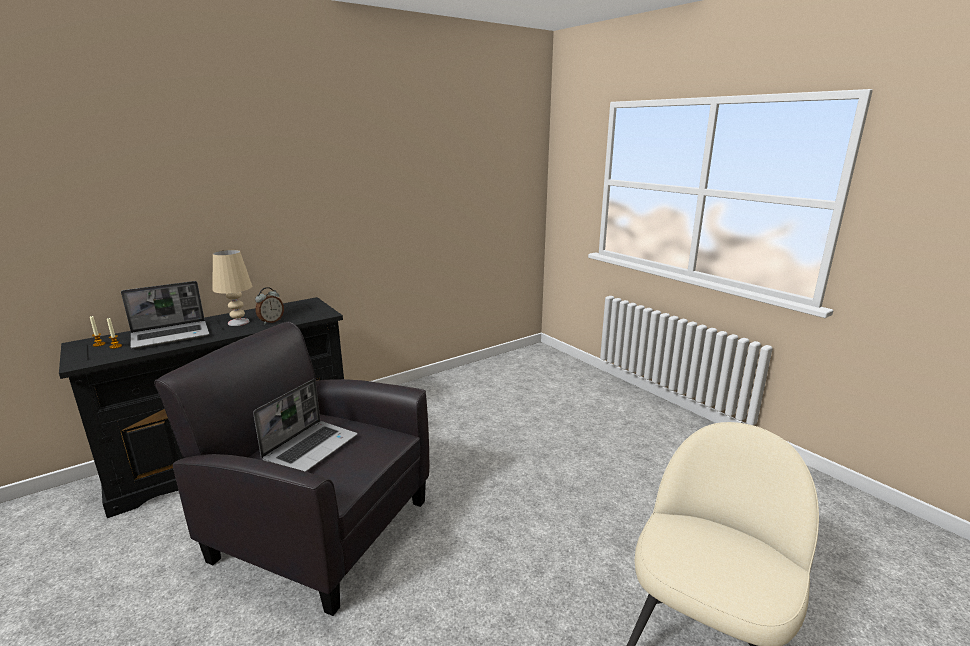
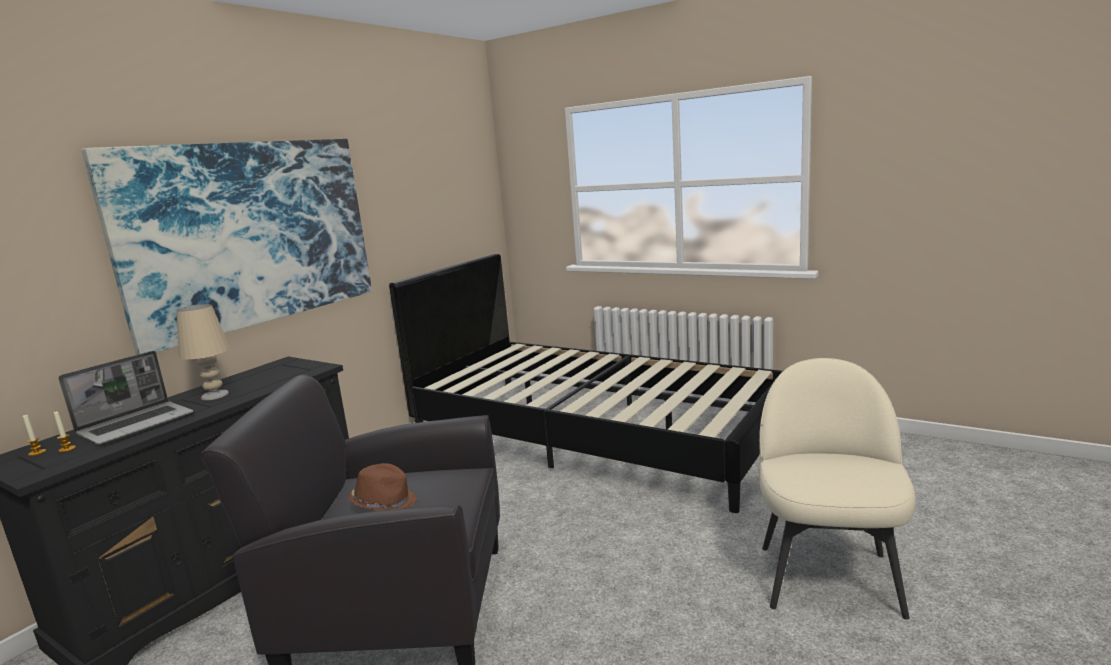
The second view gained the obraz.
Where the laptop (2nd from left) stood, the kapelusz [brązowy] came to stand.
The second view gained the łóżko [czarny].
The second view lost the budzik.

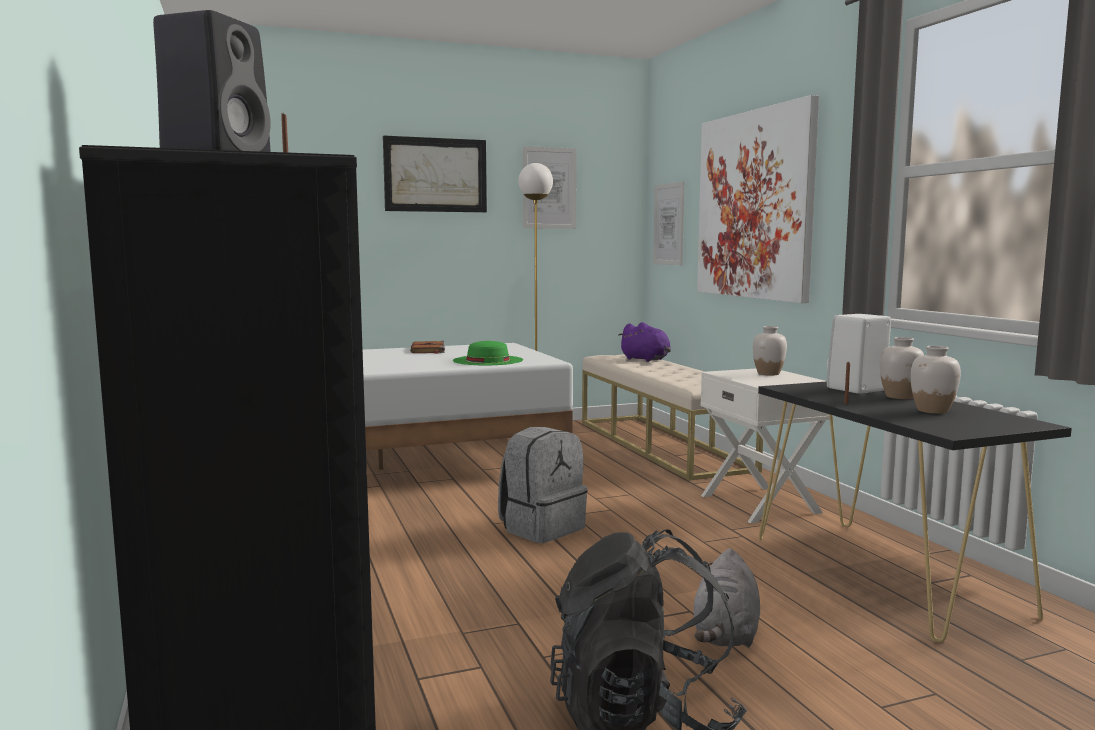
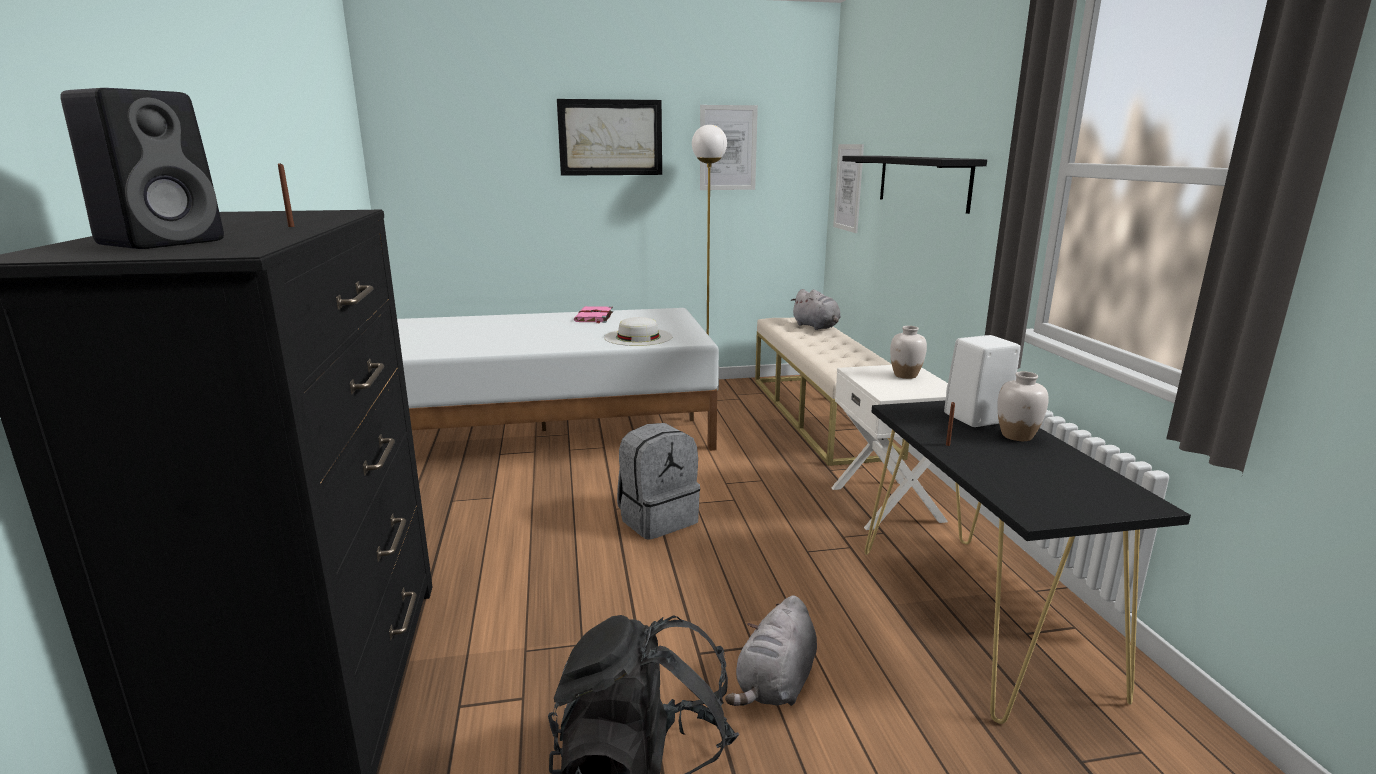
What was the książka [brązowy] turned into the książka [różowy].
What was the kapelusz [zielony] turned into the kapelusz [biały].
What was the pluszak [fioletowy] turned into the pluszak [szary] (2nd from left).
Where the obraz (4th from left) hung, the półka [czarny] came to hang.
The second view lost the wazon [biały] (3rd from left).

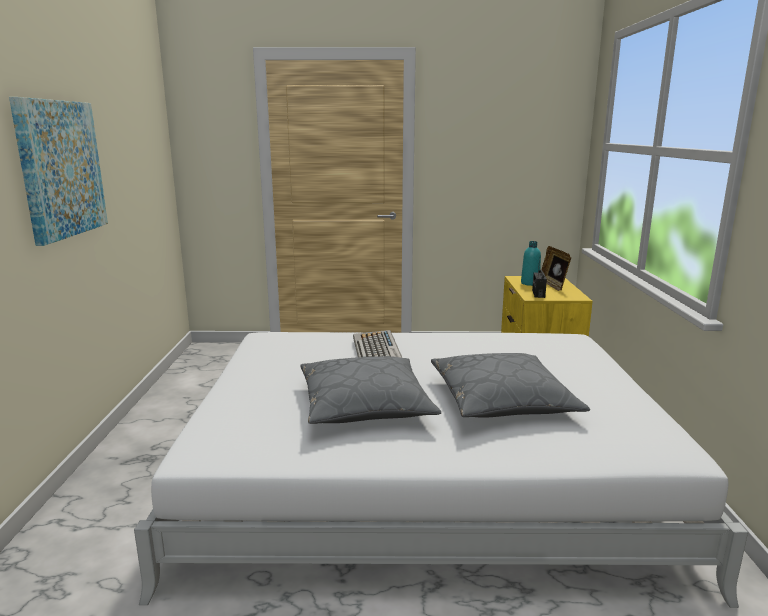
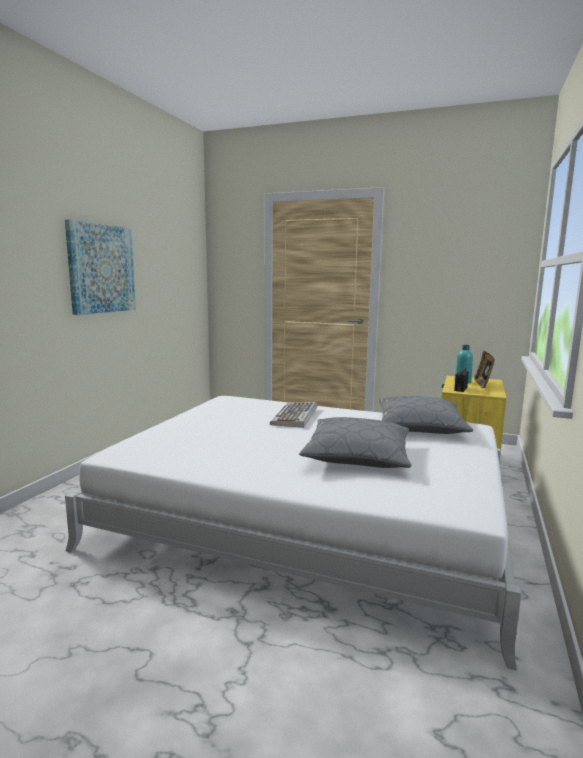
The poduszka [szary] (1st from left in the first image) ended up elsewhere.

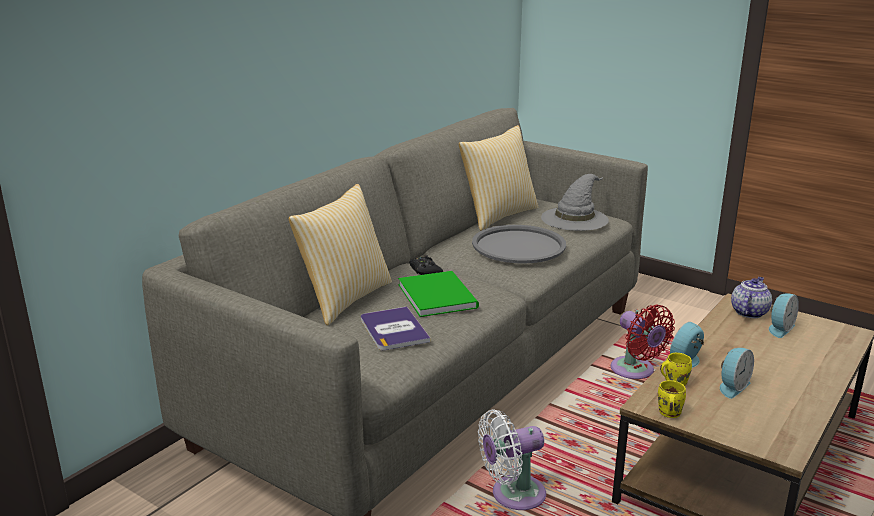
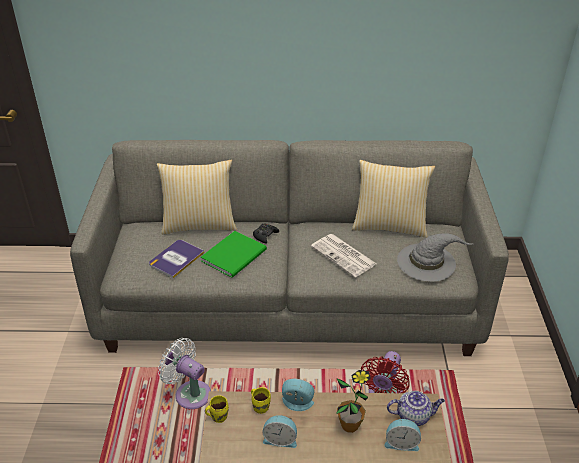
Where the taca [szary] stood, the gazeta came to stand.
The second view gained the roślina doniczkowa.

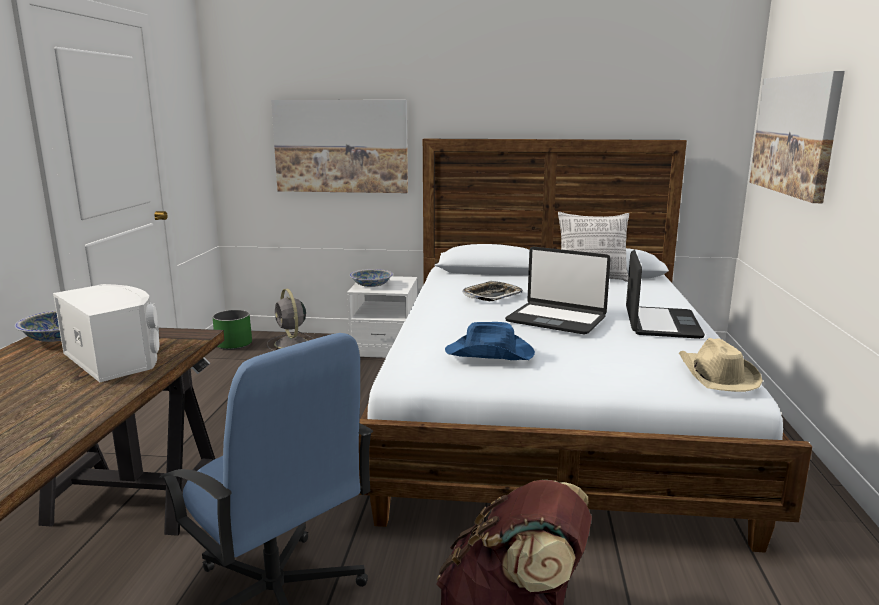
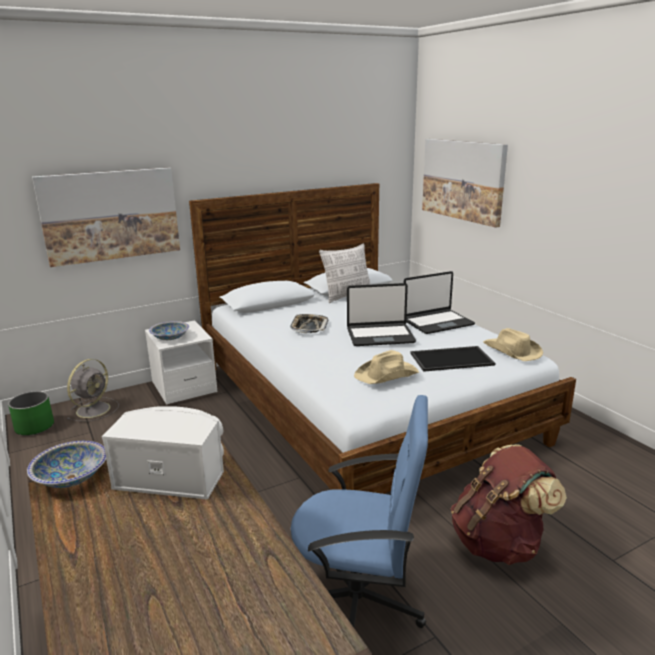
The wentylator [szary] ended up facing another way, 90 degrees counterclockwise from before.
What was the kapelusz [niebieski] turned into the kapelusz [beżowy] (1st from left).
The laptop (2nd from left) ended up facing another way, 90 degrees clockwise from before.
The second view gained the taca (2nd from left).

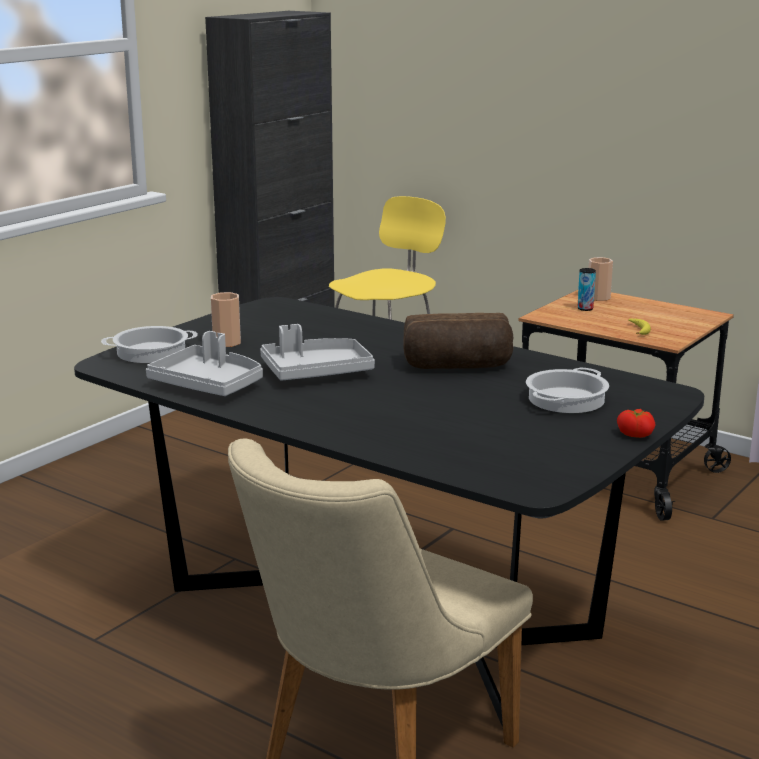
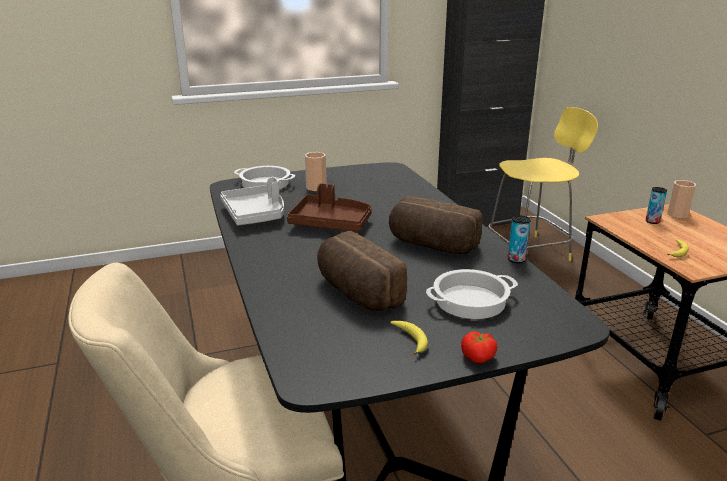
What was the taca [szary] (2nd from left) turned into the taca [brązowy].
The second view gained the chleb (1st from left).
The second view gained the banan (1st from left).
The second view gained the puszka (1st from left).

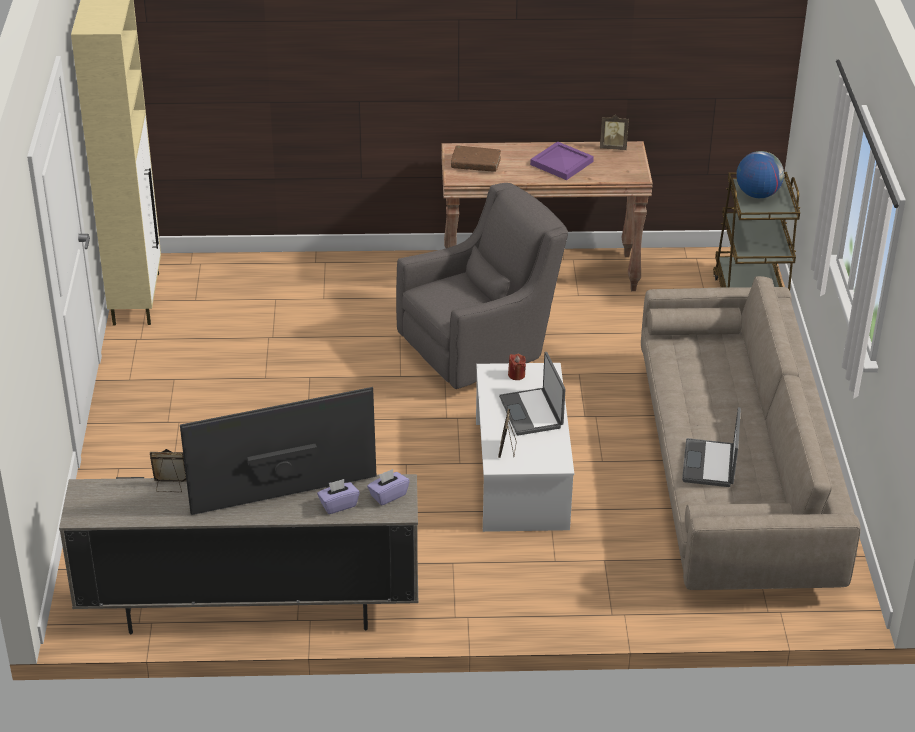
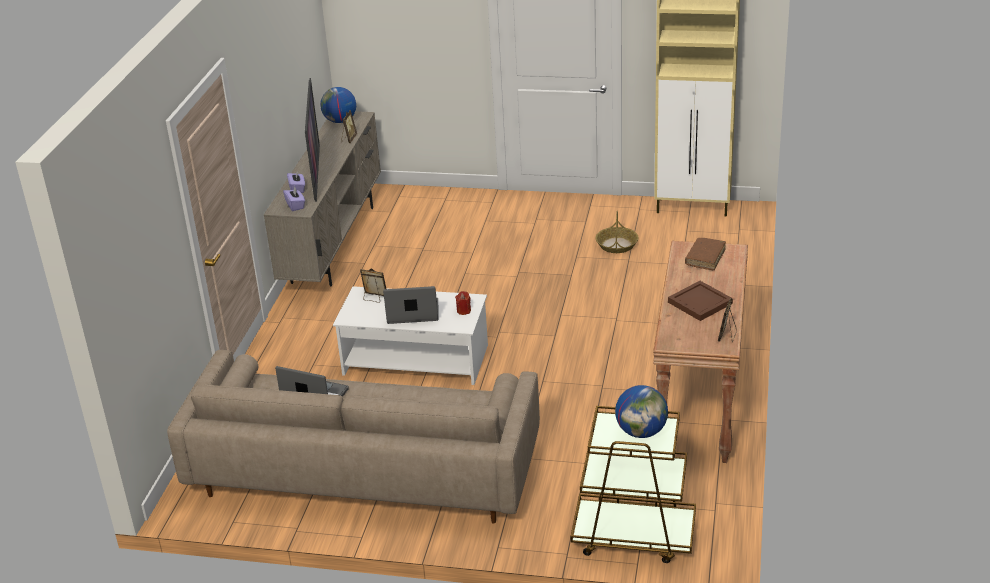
The second view gained the globus (1st from left).
The second view gained the koszyk.
What was the taca [fioletowy] turned into the taca [brązowy].
The second view lost the fotel [szary].

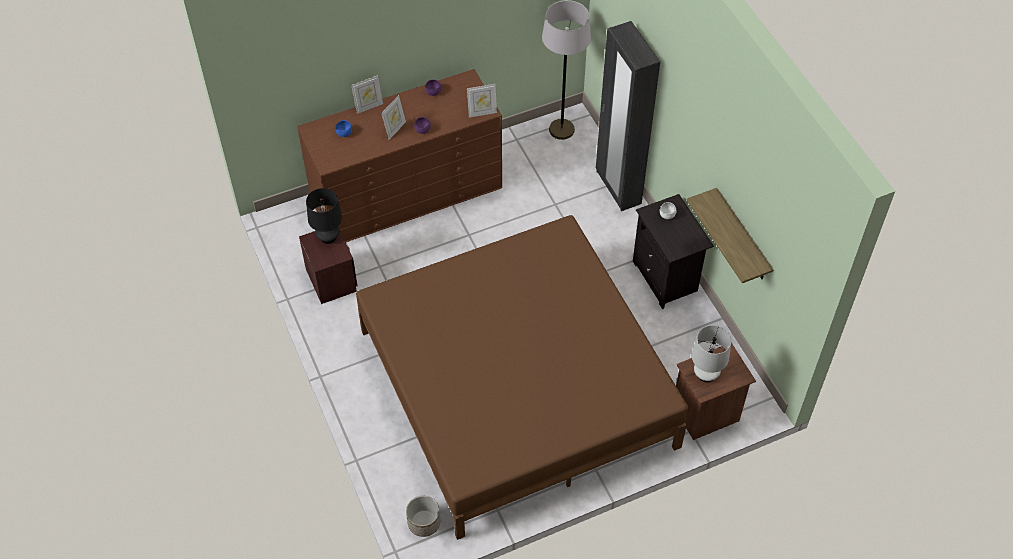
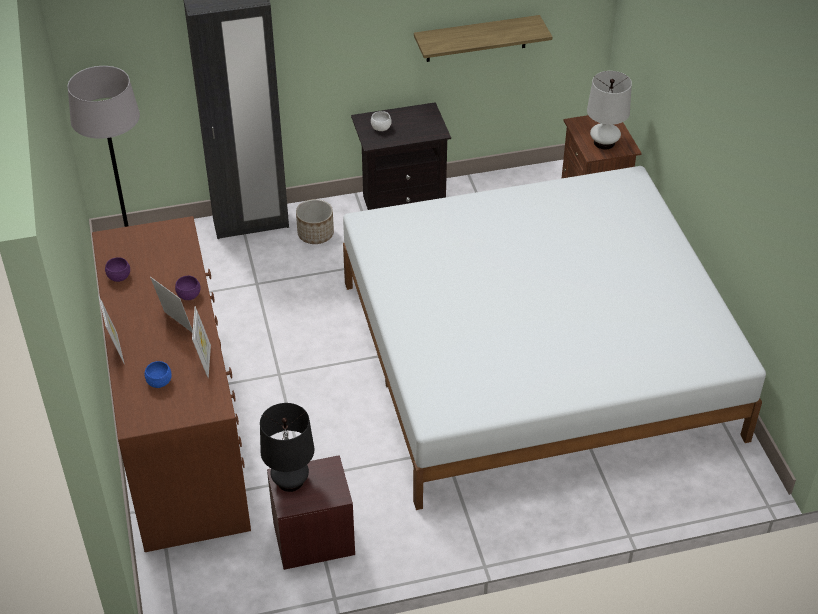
The ramka na zdjęcie (3rd from left) ended up elsewhere.
The donica ended up elsewhere.
What was the łóżko [brązowy] turned into the łóżko [biały].

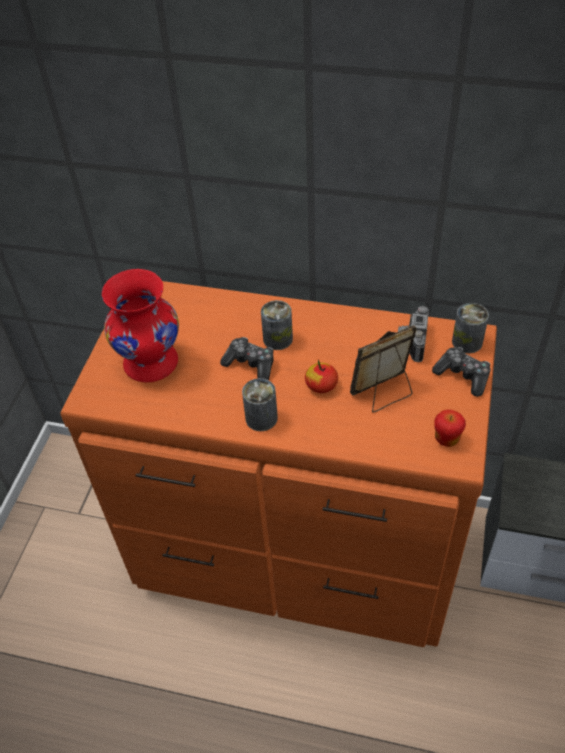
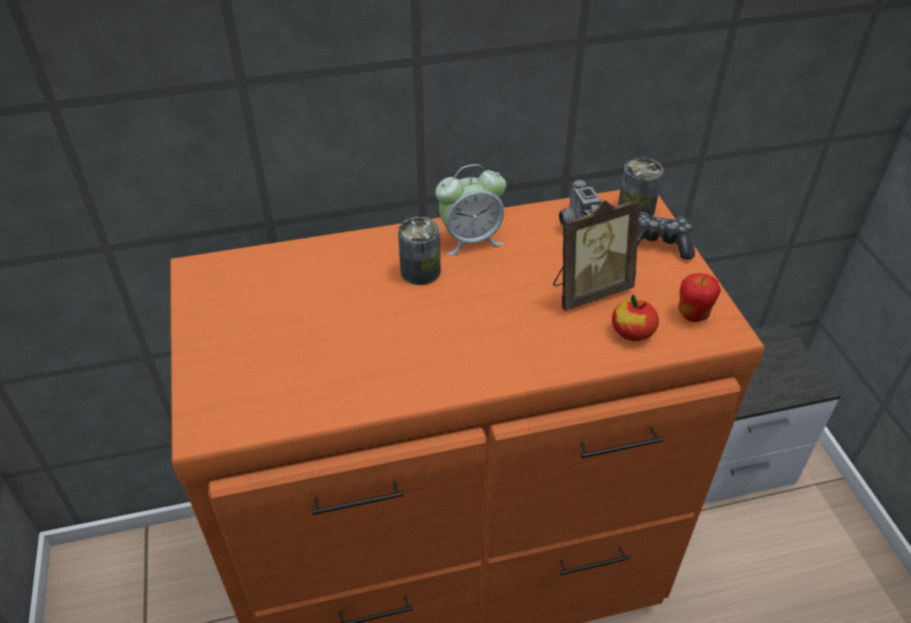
The second view gained the budzik.
The ramka na zdjęcie ended up facing another way, 150 degrees counterclockwise from before.
The jabłko (1st from left) ended up elsewhere.
The second view lost the wazon [czerwony].
The second view lost the pad do gier (1st from left).
The second view lost the puszka (1st from left).

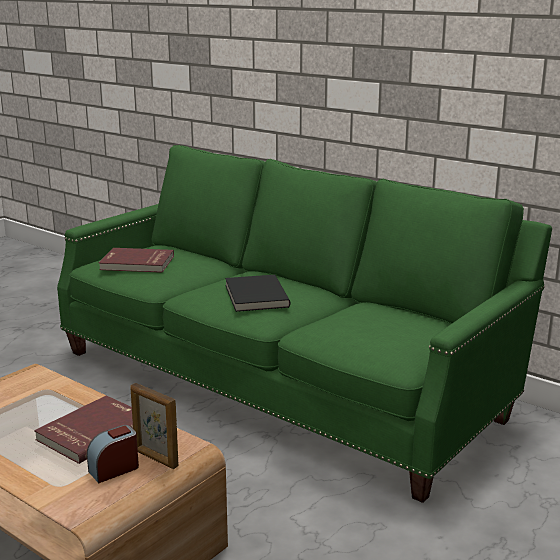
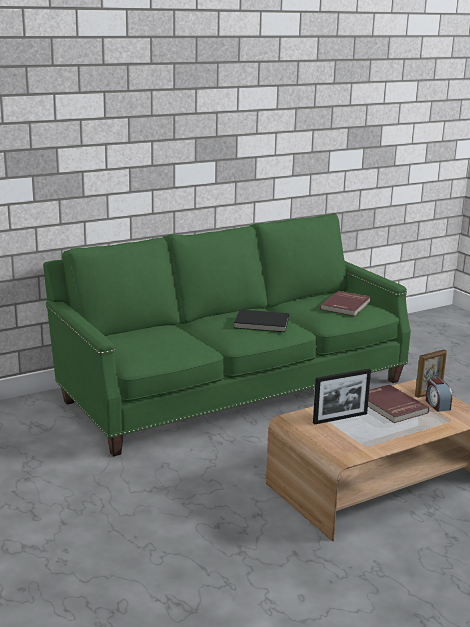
The second view gained the ramka na zdjęcie (1st from left).
The książka [czerwony] (2nd from left in the first image) ended up elsewhere.

